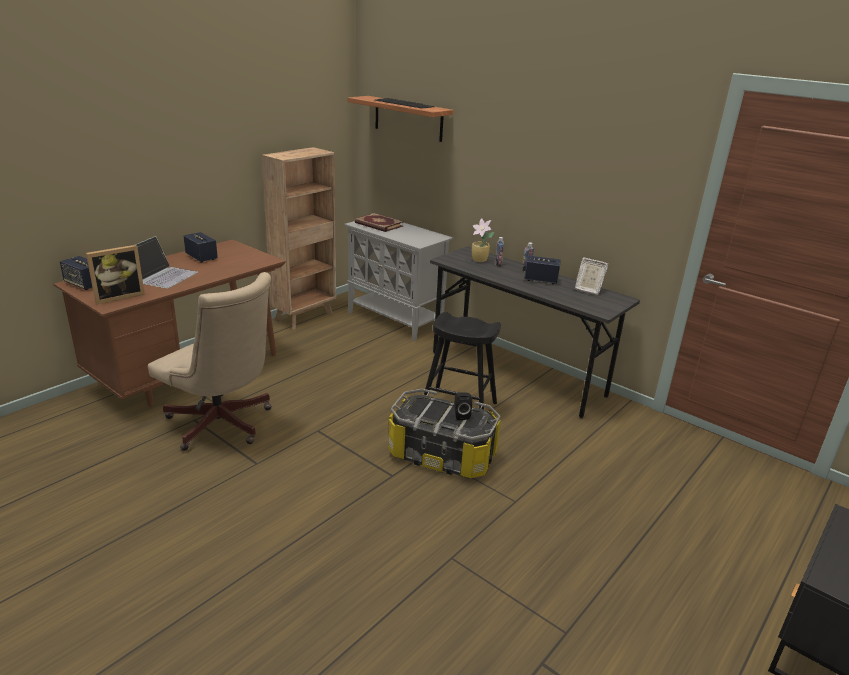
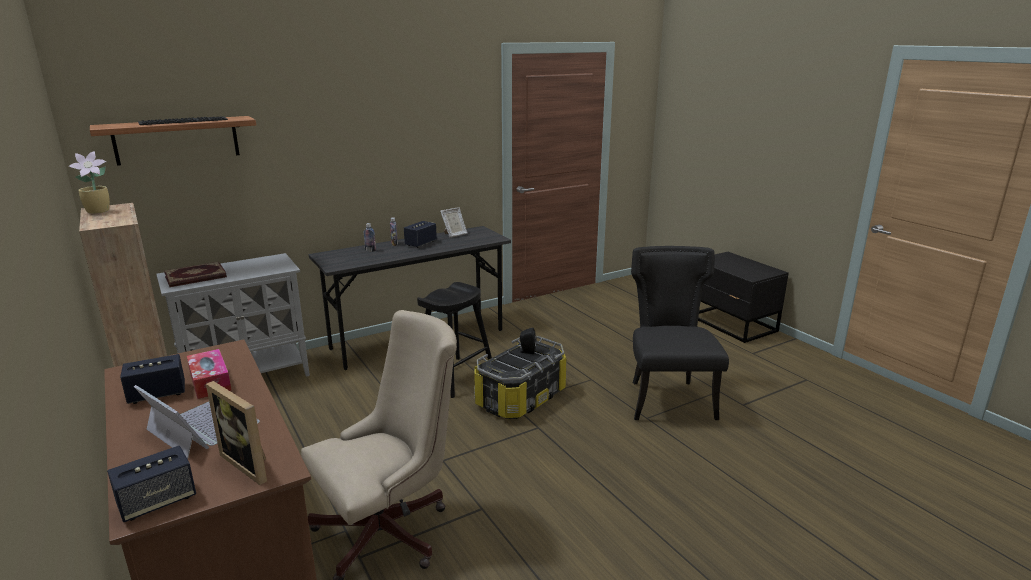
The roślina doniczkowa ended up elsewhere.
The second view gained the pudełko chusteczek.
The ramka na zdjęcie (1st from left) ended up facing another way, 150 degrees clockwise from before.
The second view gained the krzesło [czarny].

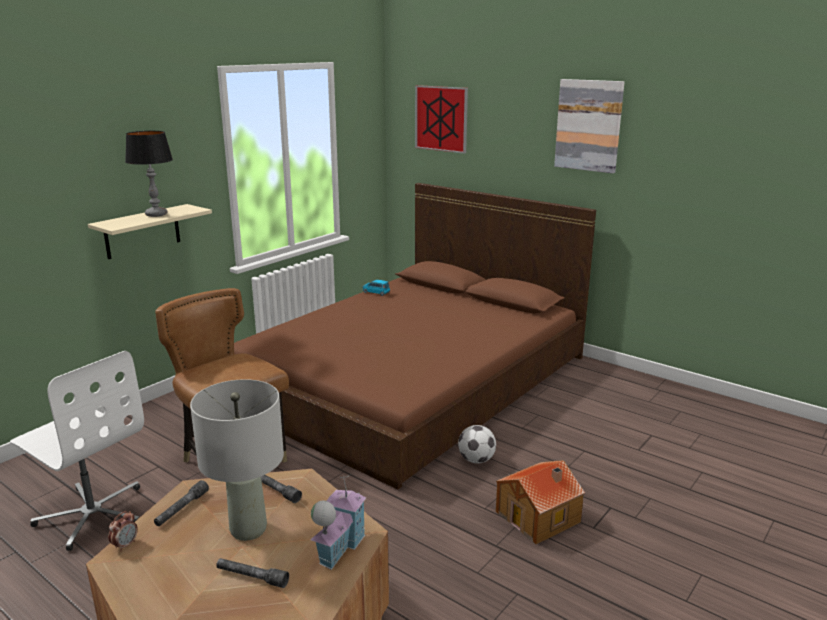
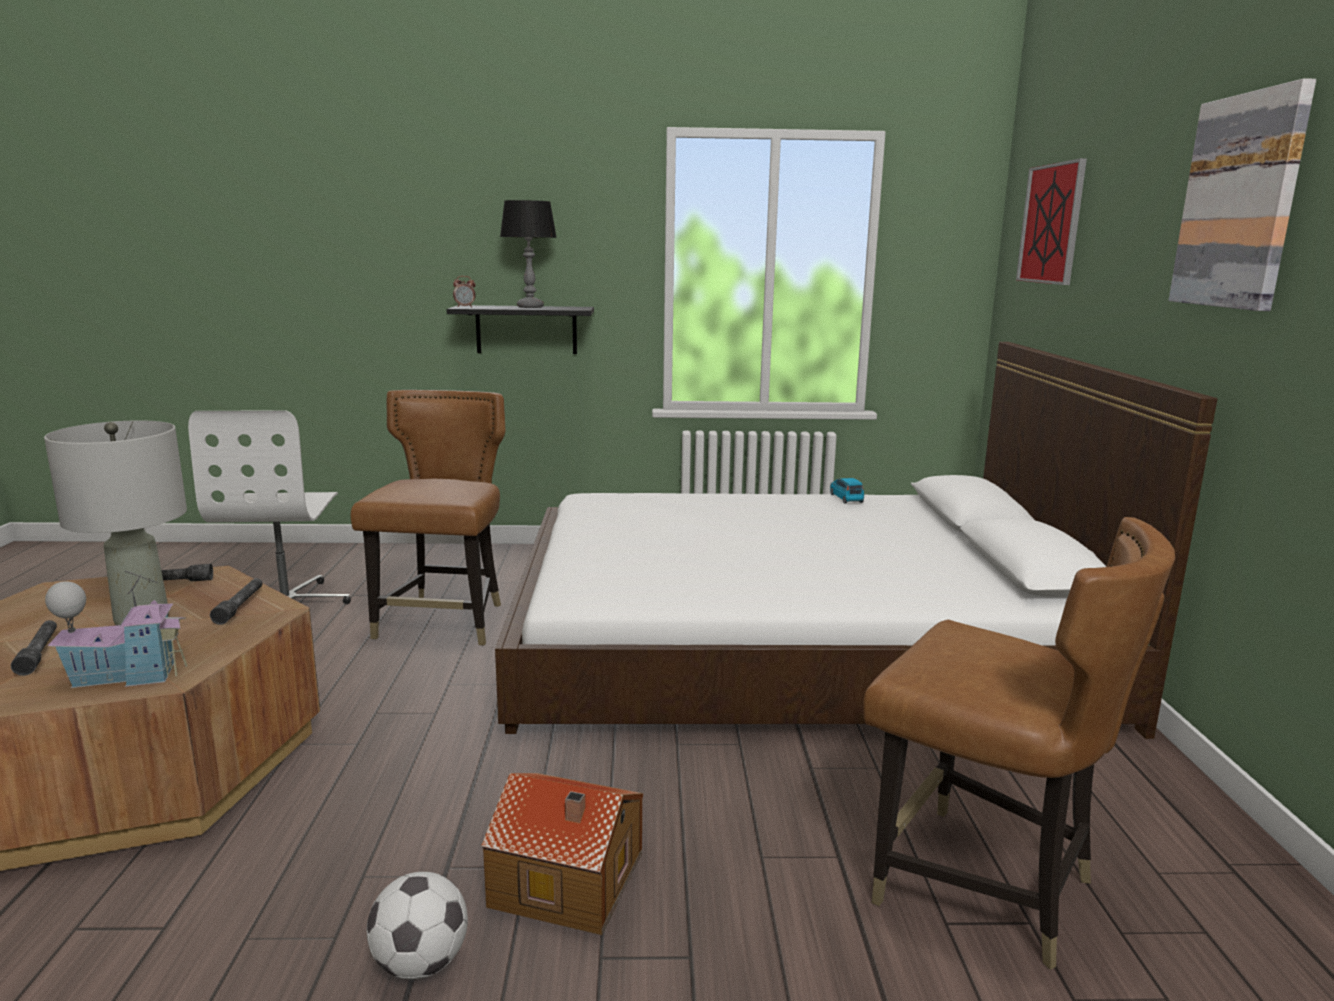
The piłka futbolowa ended up elsewhere.
What was the półka [beżowy] turned into the półka [czarny].
The budzik ended up elsewhere.
What was the łóżko [brązowy] turned into the łóżko [biały].
The second view gained the krzesło [brązowy] (2nd from left).

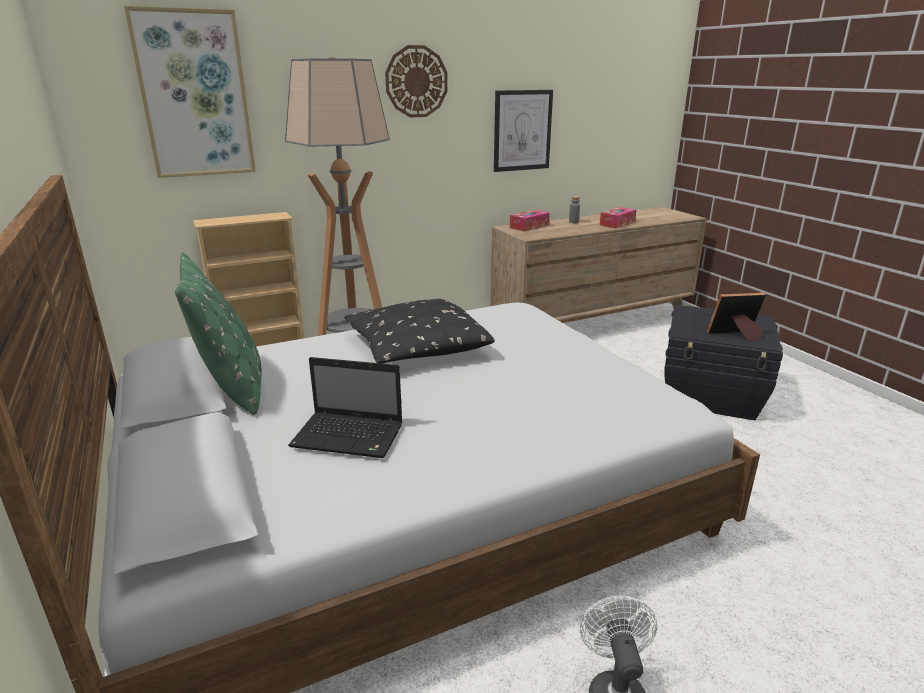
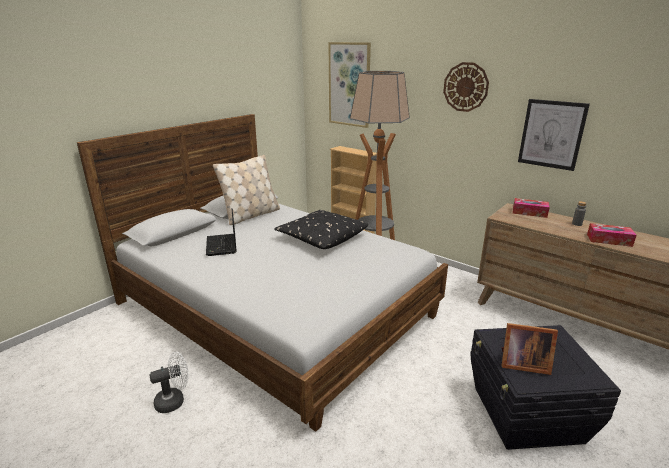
What was the poduszka [zielony] turned into the poduszka [beżowy].
The ramka na zdjęcie ended up facing another way, 135 degrees clockwise from before.

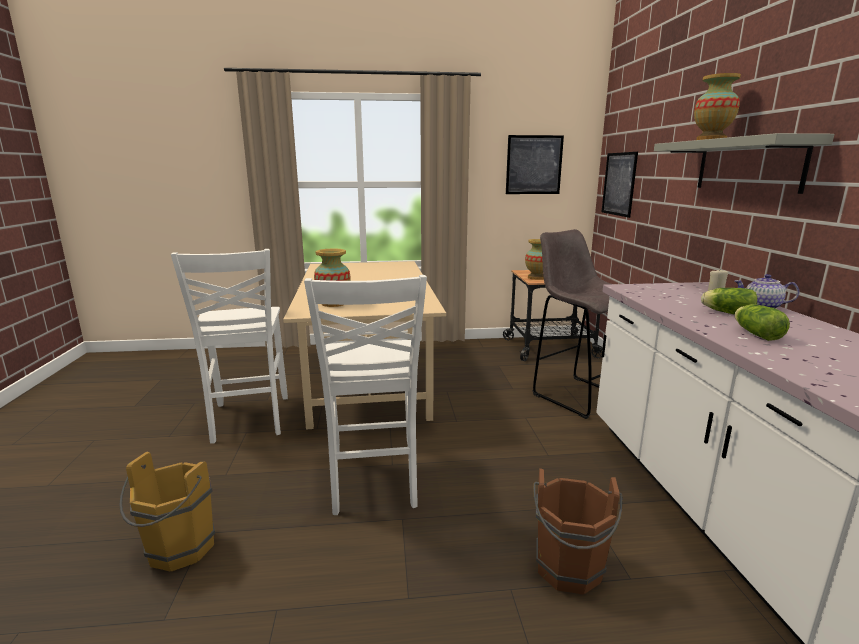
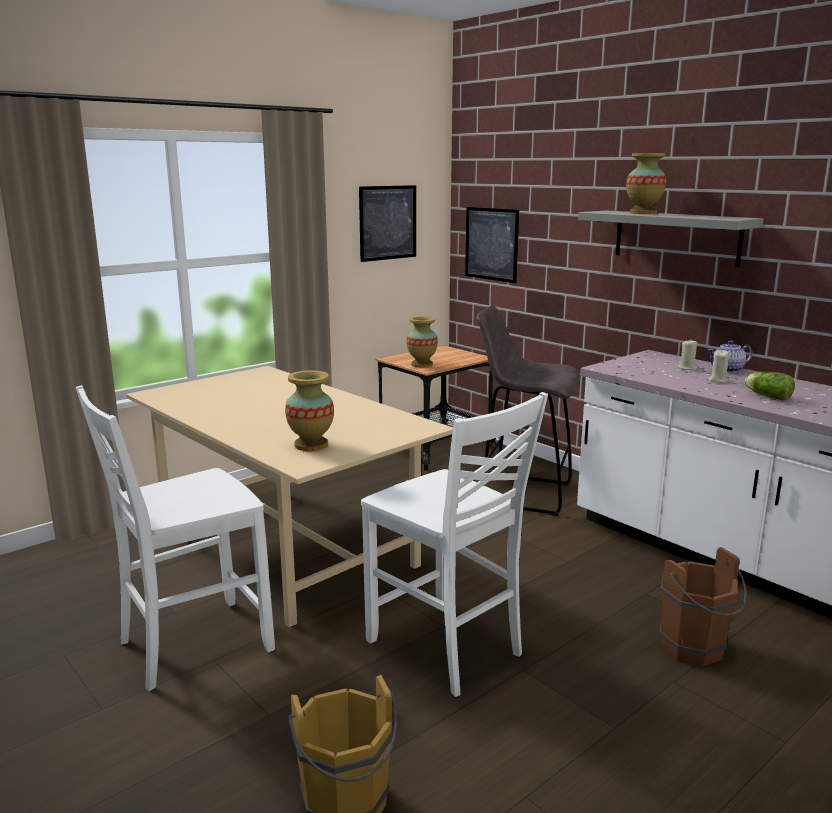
The krzesło [biały] (1st from left) ended up facing another way, 105 degrees clockwise from before.
Where the sałata (1st from left) stood, the świeca [beżowy] (2nd from left) came to stand.

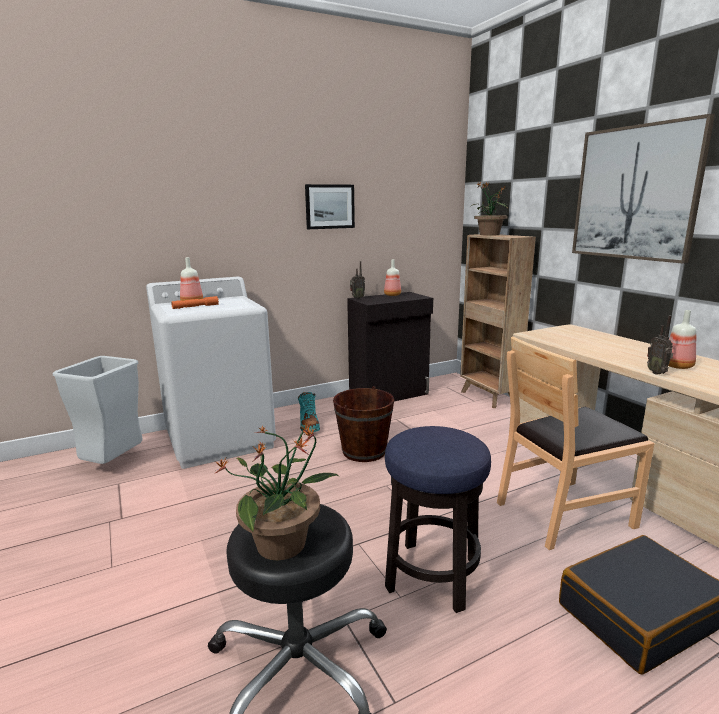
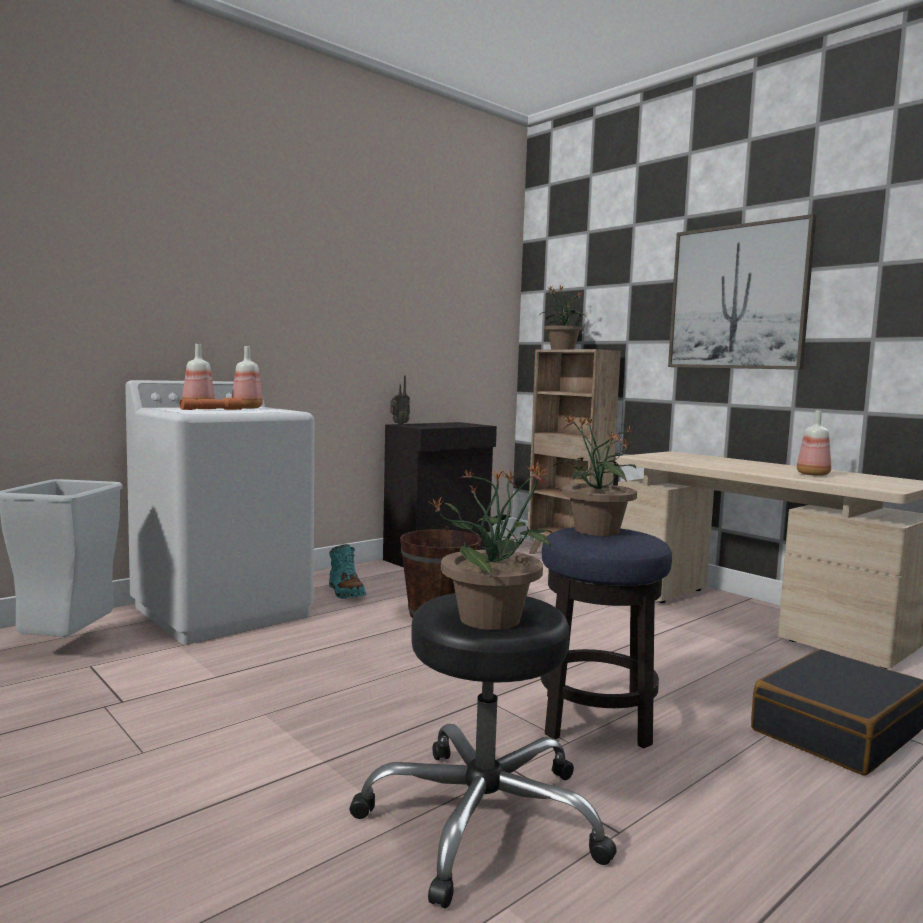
The butelka (2nd from left) ended up elsewhere.
The second view gained the roślina doniczkowa (3rd from left).
The second view lost the obraz (1st from left).
The second view lost the krzesło [brązowy].
The second view lost the radio (2nd from left).

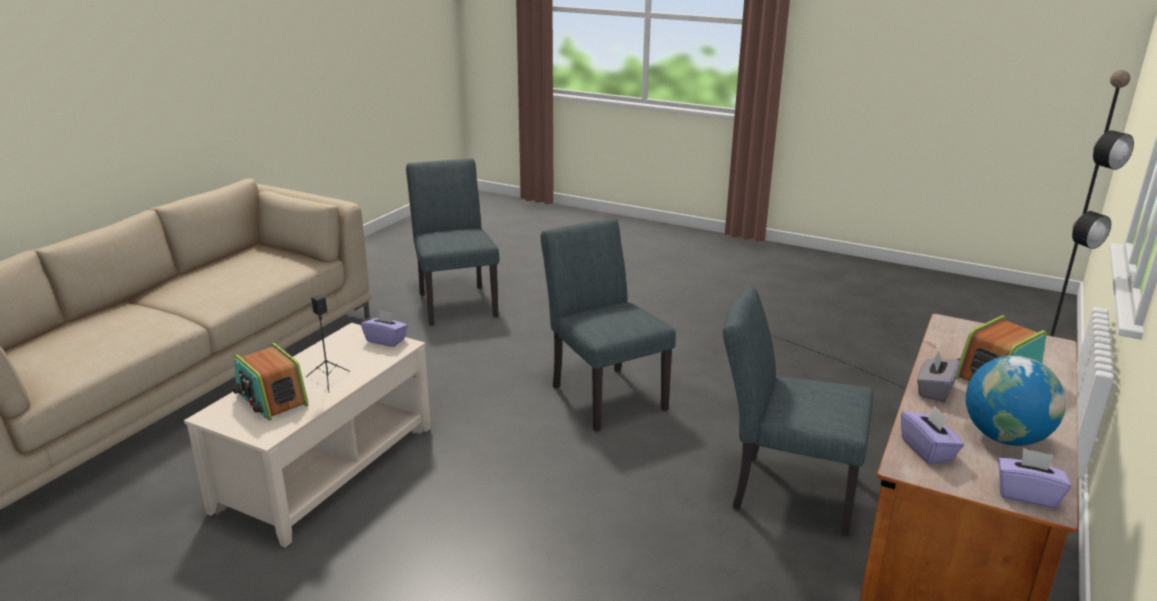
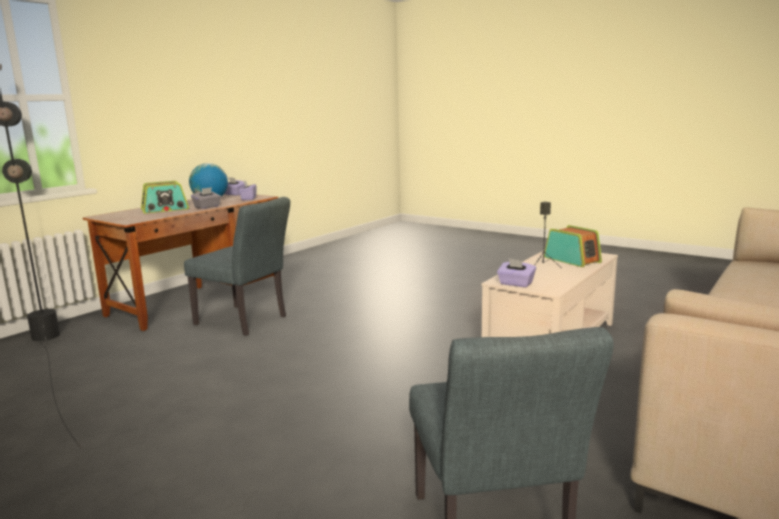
The second view lost the krzesło [szary] (2nd from left).

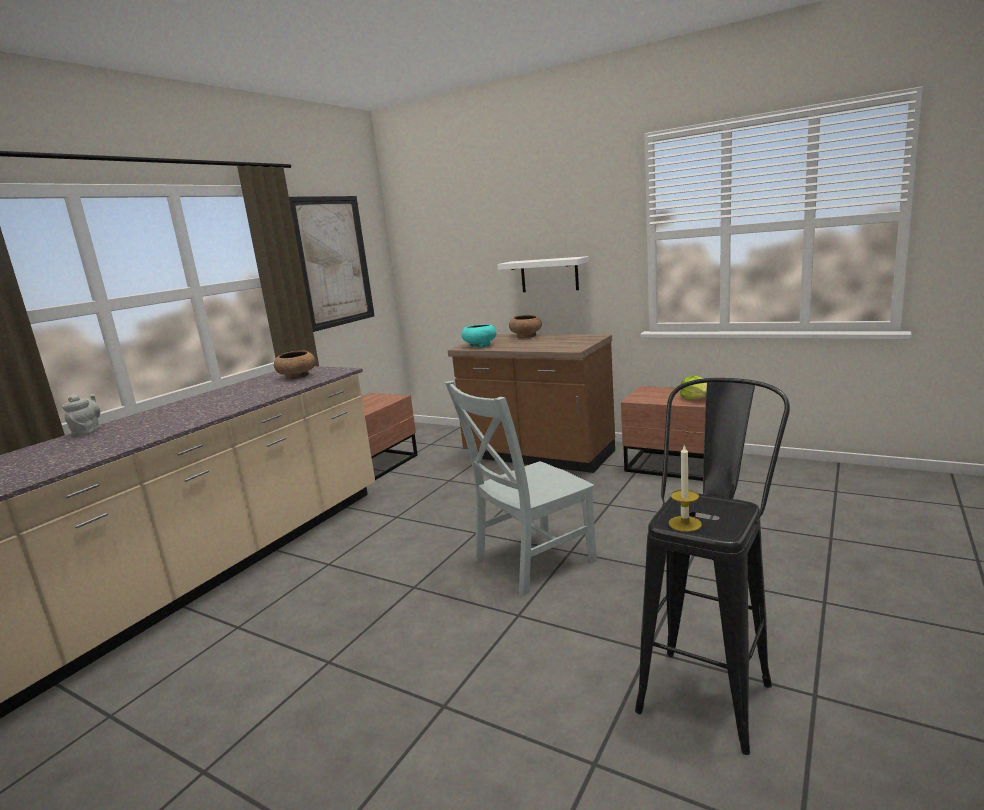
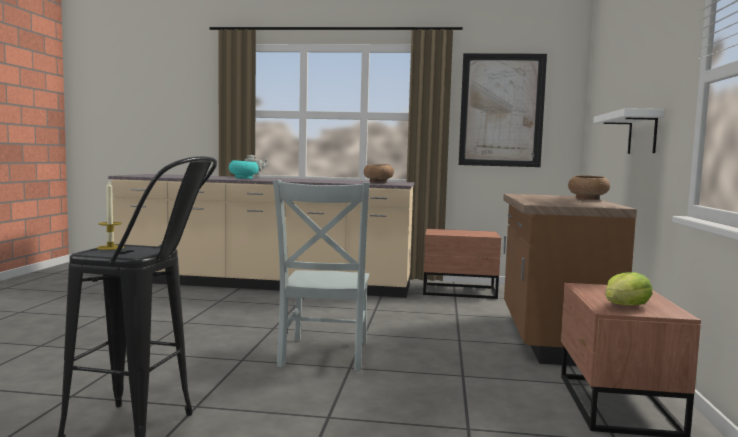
The miska [turkusowy] ended up elsewhere.
The krzesło [szary] ended up facing another way, 120 degrees counterclockwise from before.

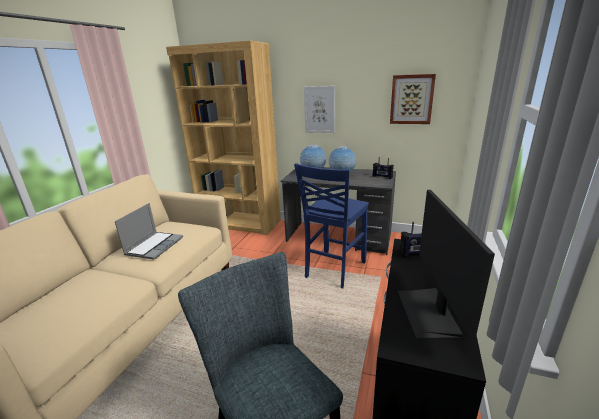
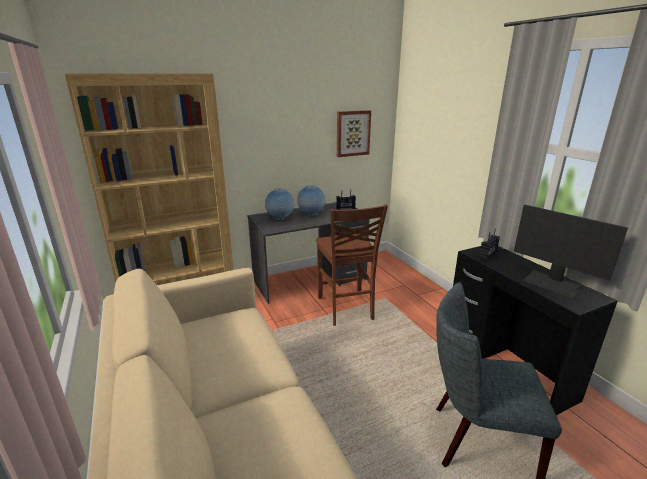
What was the krzesło [niebieski] turned into the krzesło [brązowy].
The second view lost the laptop.
The second view lost the obraz (1st from left).

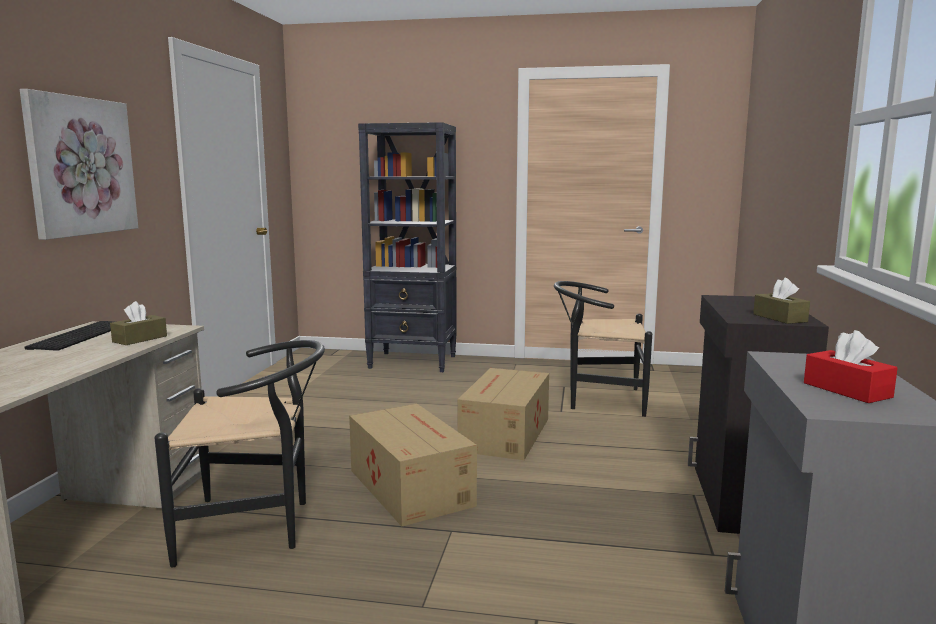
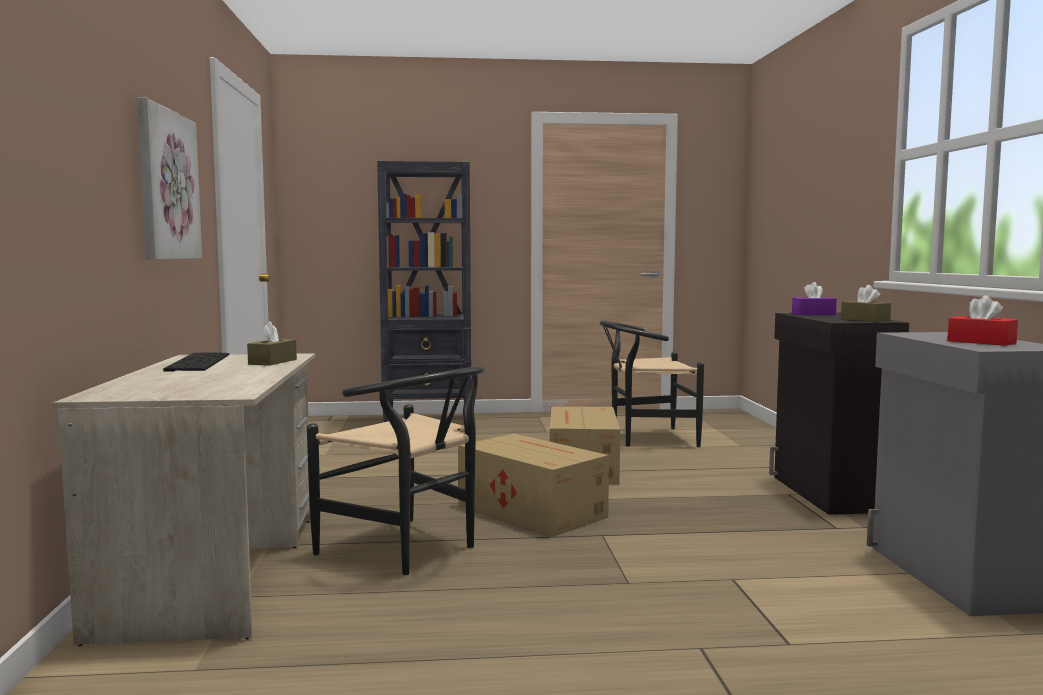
The krzesło [czarny] (1st from left) ended up facing another way, 60 degrees clockwise from before.
The second view gained the pudełko chusteczek [fioletowy].

